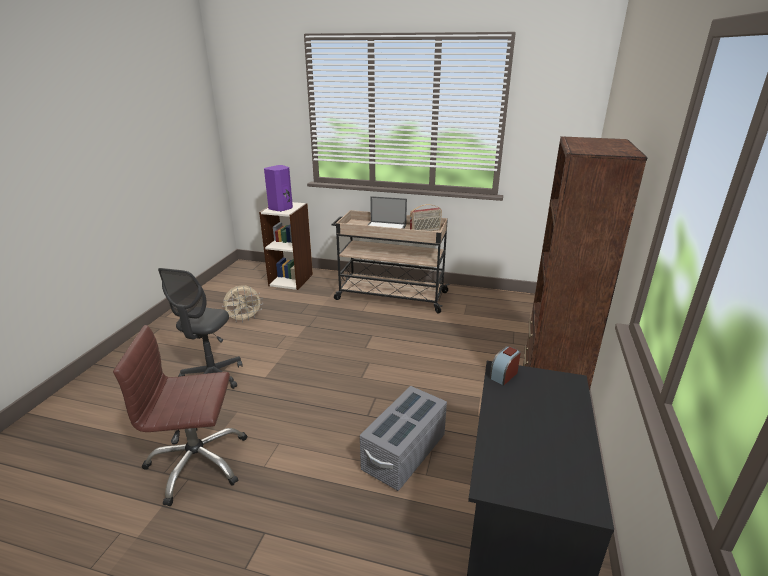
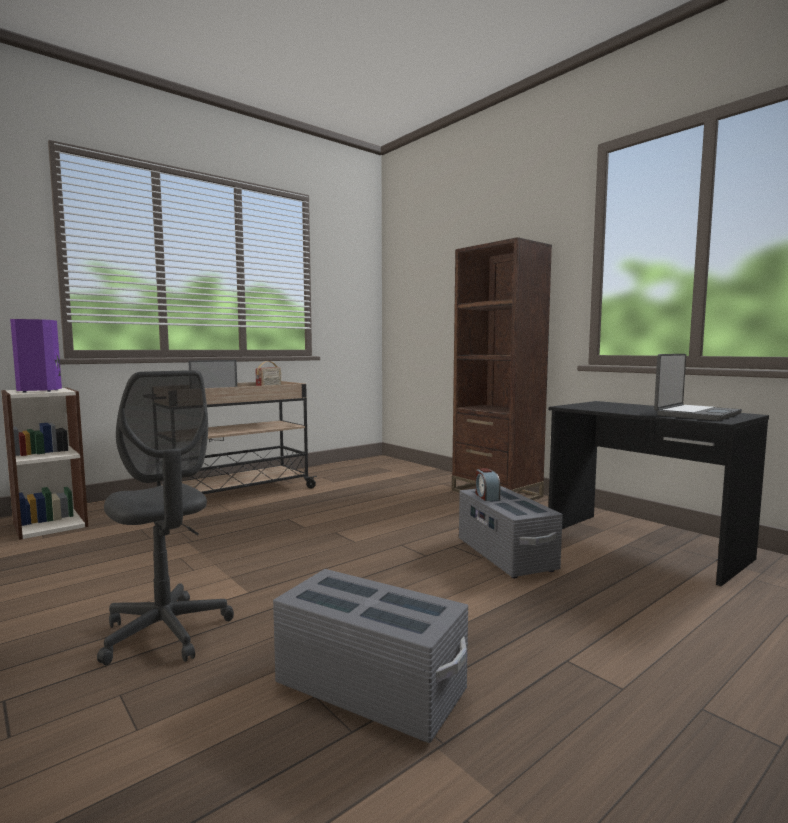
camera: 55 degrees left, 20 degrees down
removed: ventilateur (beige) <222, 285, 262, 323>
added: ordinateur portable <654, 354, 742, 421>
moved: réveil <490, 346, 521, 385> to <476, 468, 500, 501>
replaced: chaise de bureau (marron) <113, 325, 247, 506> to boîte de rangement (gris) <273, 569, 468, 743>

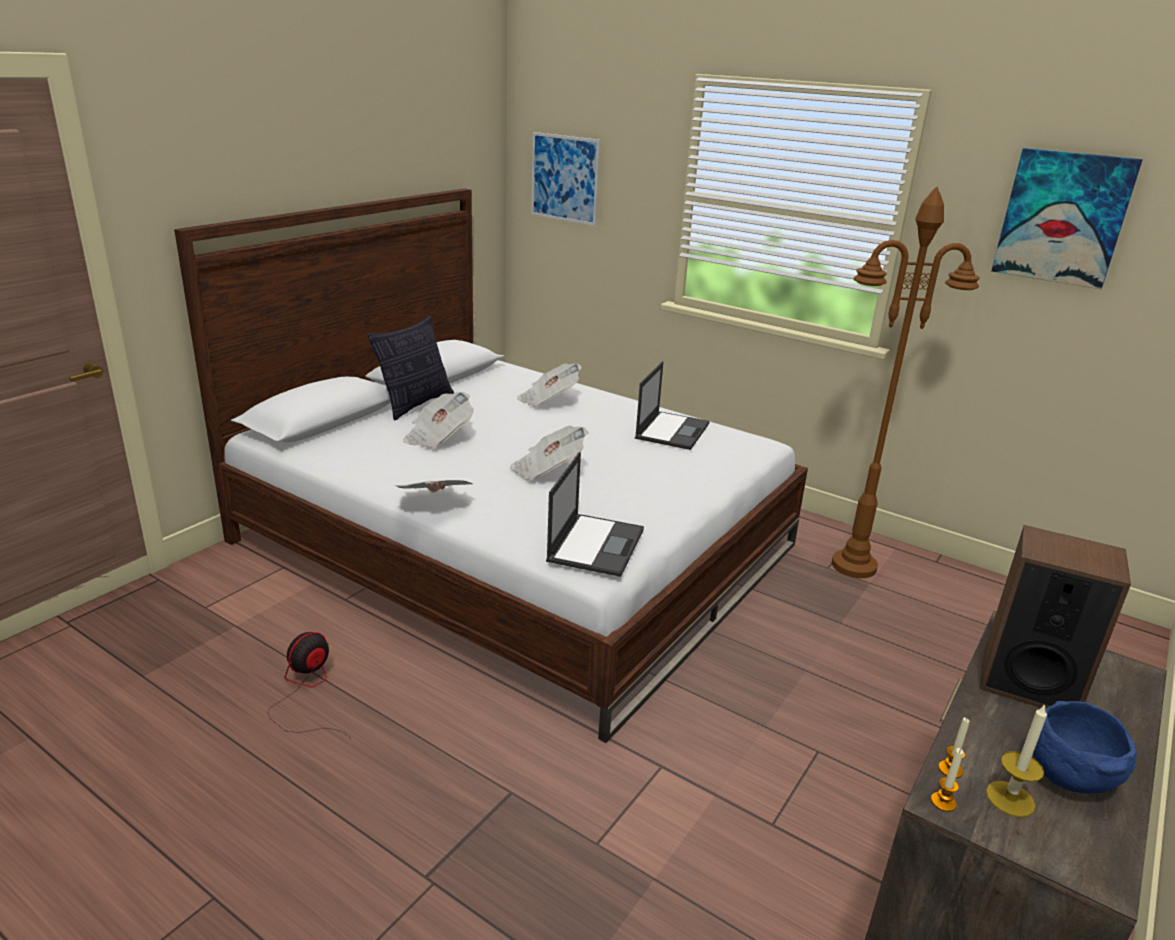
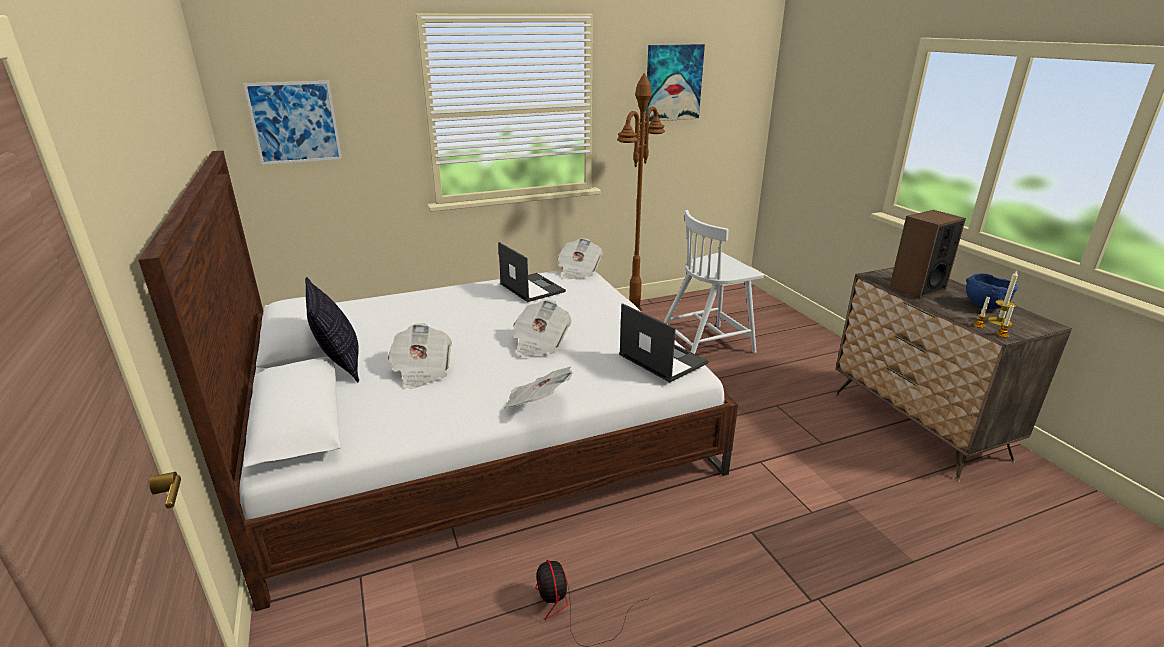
camera: 55 degrees left, 0 degrees up
added: chaise (blanc) <664, 210, 764, 354>
moved: journal <517, 363, 582, 407> to <558, 238, 603, 279>

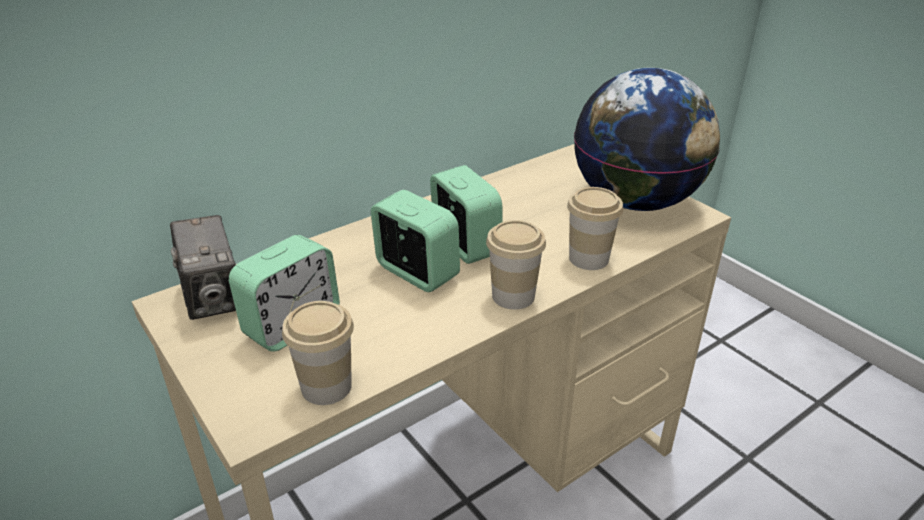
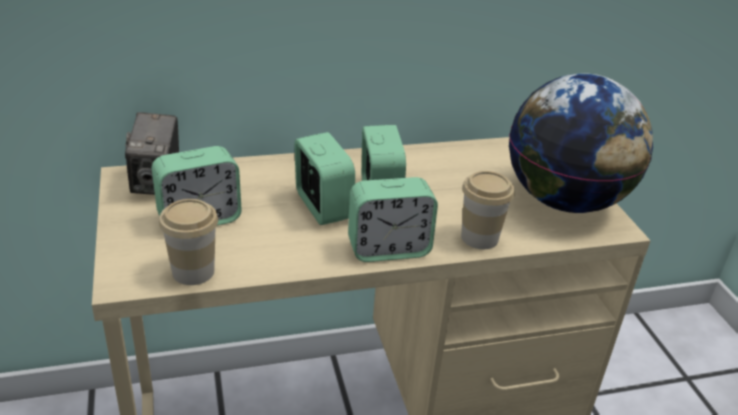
camera: 20 degrees right, 0 degrees up
replaced: tasse <486, 220, 546, 310> to réveil <348, 177, 438, 262>

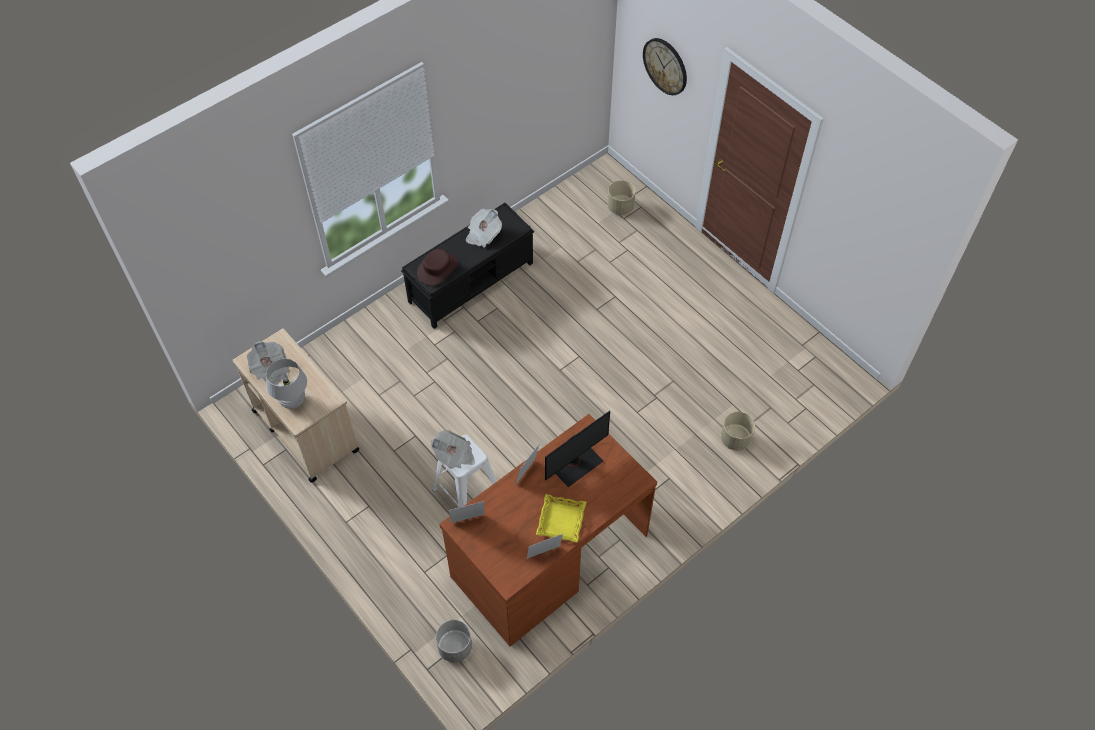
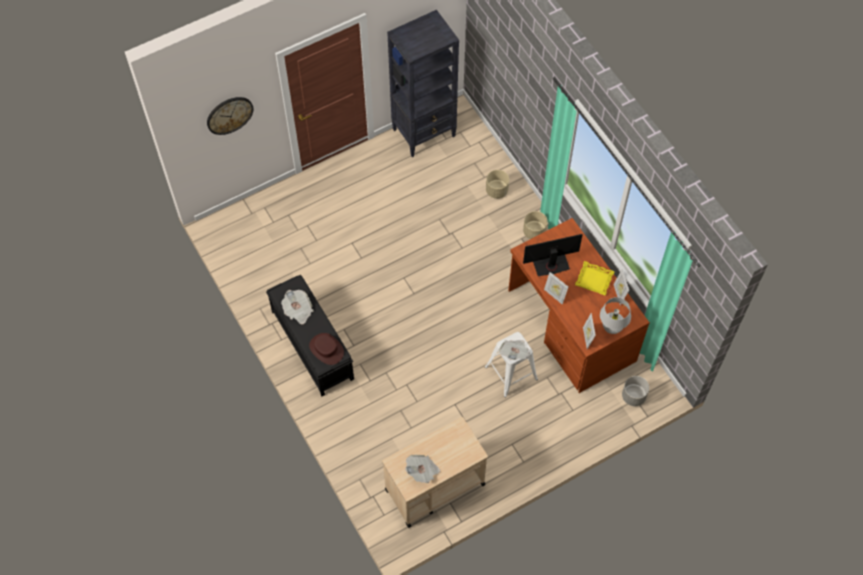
camera: 80 degrees left, 5 degrees up
added: bibliothèque (noir) <387, 10, 459, 157>
moved: lampe de table (blanc) <266, 359, 307, 409> to <600, 297, 631, 334>; cache-pot (beige) <607, 180, 636, 215> to <523, 211, 548, 239>
turned: écran d'ordinateur <545, 411, 610, 487> = <523, 234, 583, 276> 75 degrees counterclockwise

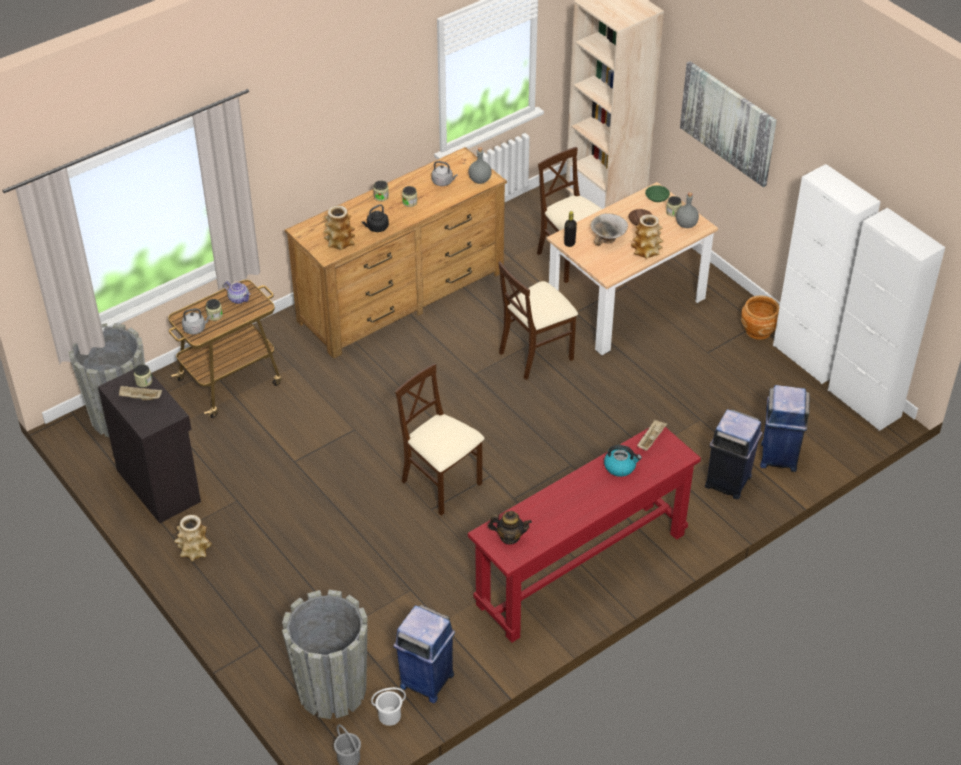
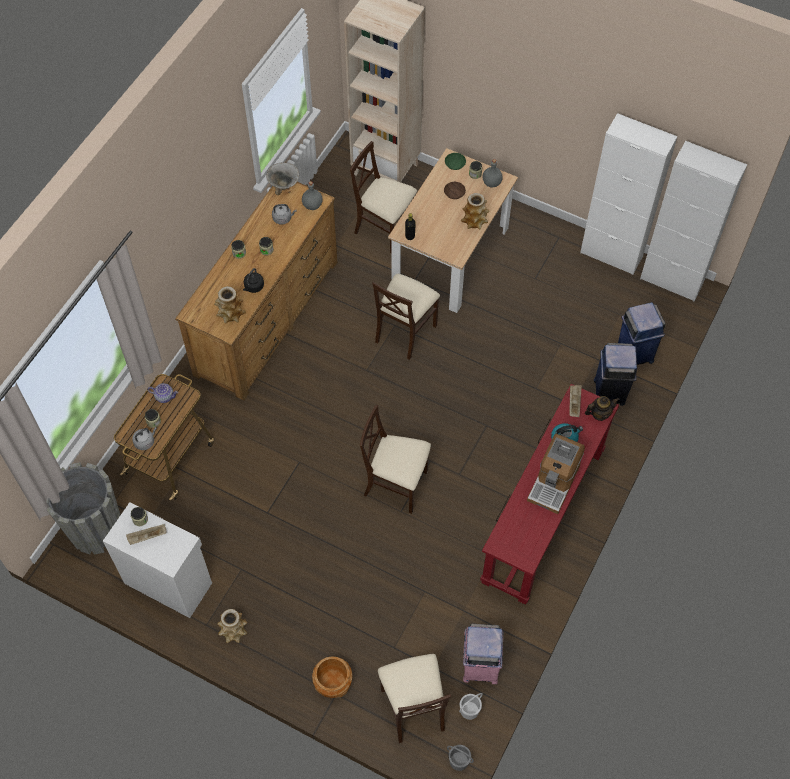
camera: 25 degrees left, 15 degrees up
removed: tableau <680, 61, 777, 187>
added: machine à café <527, 434, 585, 514>
moved: théière <488, 511, 532, 544> to <585, 396, 620, 421>; bol <590, 213, 628, 245> to <266, 162, 299, 195>; cache-pot (marron) <741, 295, 779, 340> to <312, 656, 352, 698>
replaced: cache-pot (gris) <282, 590, 367, 719> to chaise (beige) <378, 654, 451, 743>
recoloured: meuble de rangement (noir) <98, 369, 201, 523> to meuble de rangement (blanc) <103, 502, 212, 618>; poubelle (bleu) <393, 605, 455, 703> to poubelle (rose) <463, 624, 504, 684>

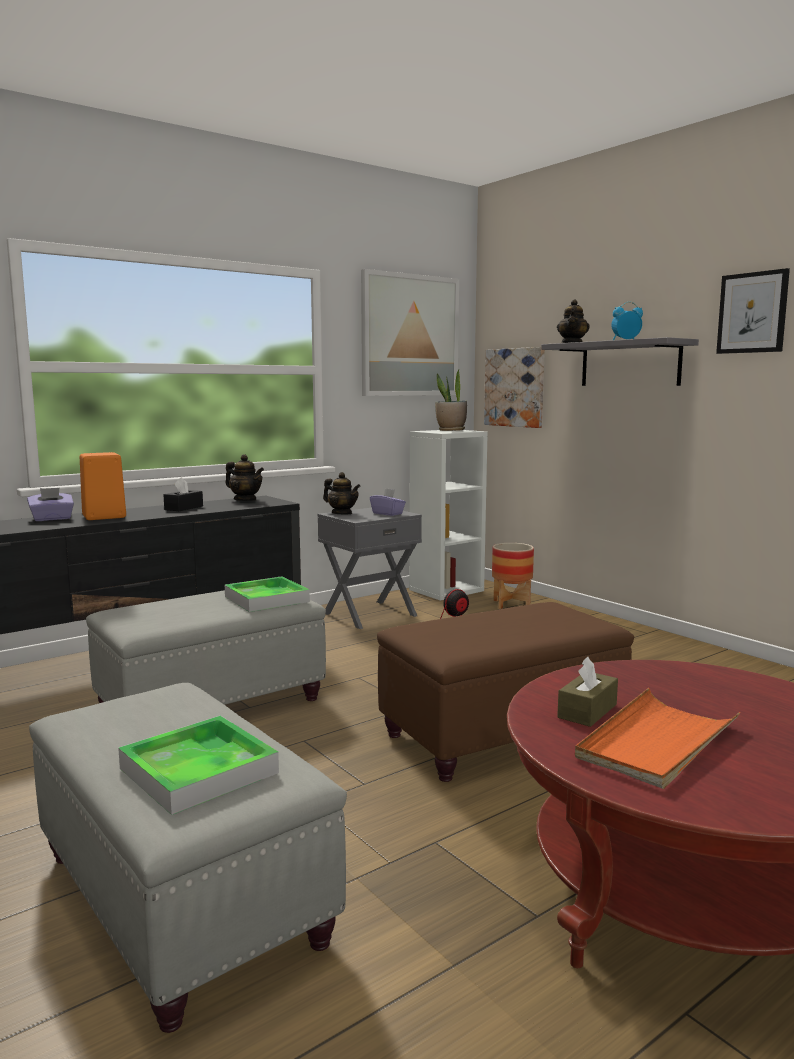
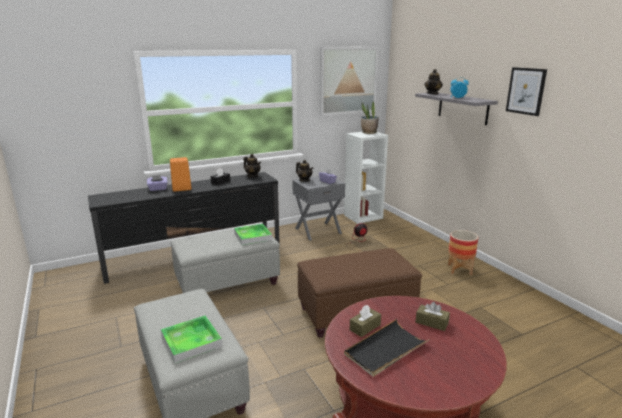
camera: 10 degrees right, 10 degrees up
removed: tableau <484, 347, 545, 428>
added: boîte à mouchoirs (marron) <416, 302, 450, 331>
moved: cache-pot <492, 543, 534, 609> to <448, 230, 478, 275>
recoloured: plateau (orange) <575, 688, 740, 789> to plateau (noir) <344, 319, 430, 377>

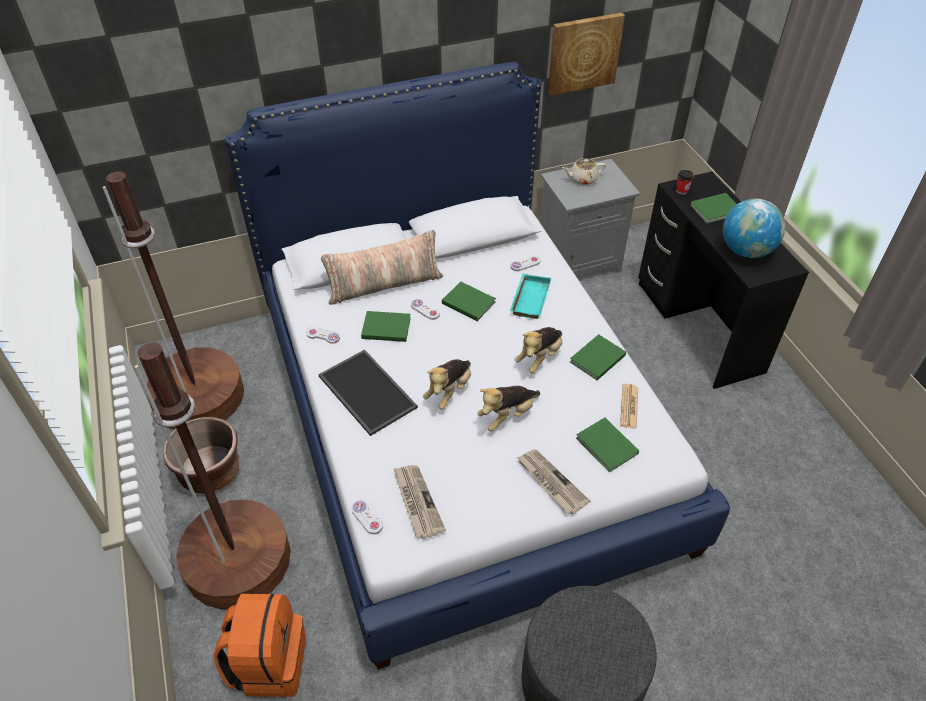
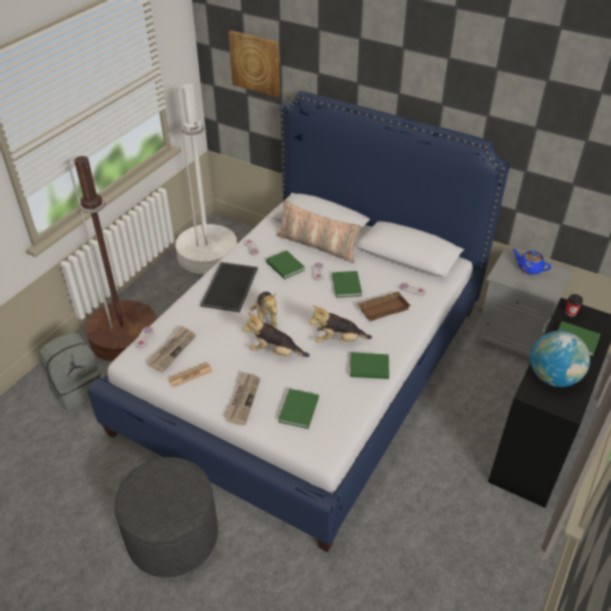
camera: 50 degrees right, 5 degrees down
removed: cache-pot (marron) <163, 417, 239, 494>
moved: tableau <548, 12, 625, 96> to <228, 30, 280, 97>; journal <620, 384, 638, 429> to <168, 362, 212, 387>
recoloured: lampadaire (marron) <102, 171, 244, 430> to lampadaire (blanc) <176, 84, 237, 274>; sac à dos (orange) <214, 594, 306, 697> to sac à dos (gris) <39, 333, 101, 410>; plateau (turquoise) <510, 274, 551, 319> to plateau (marron) <358, 292, 411, 321>; théière (beige) <562, 158, 606, 185> to théière (bleu) <513, 249, 551, 275>
turned: peluche <423, 359, 471, 410> = <250, 292, 277, 327> 90 degrees counterclockwise

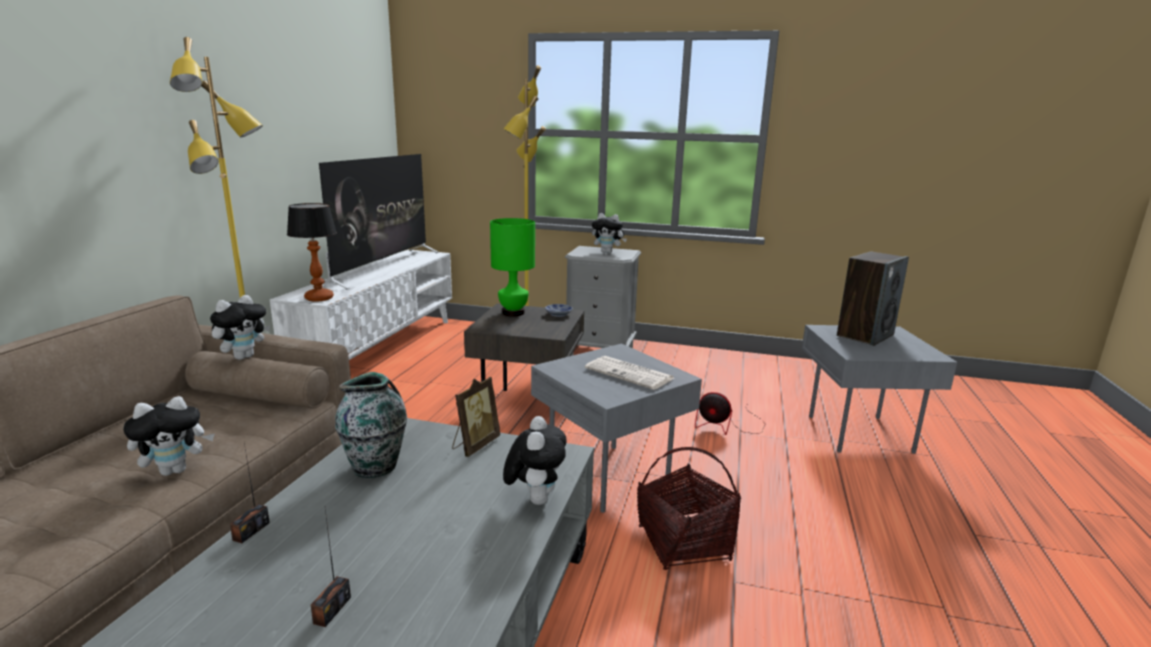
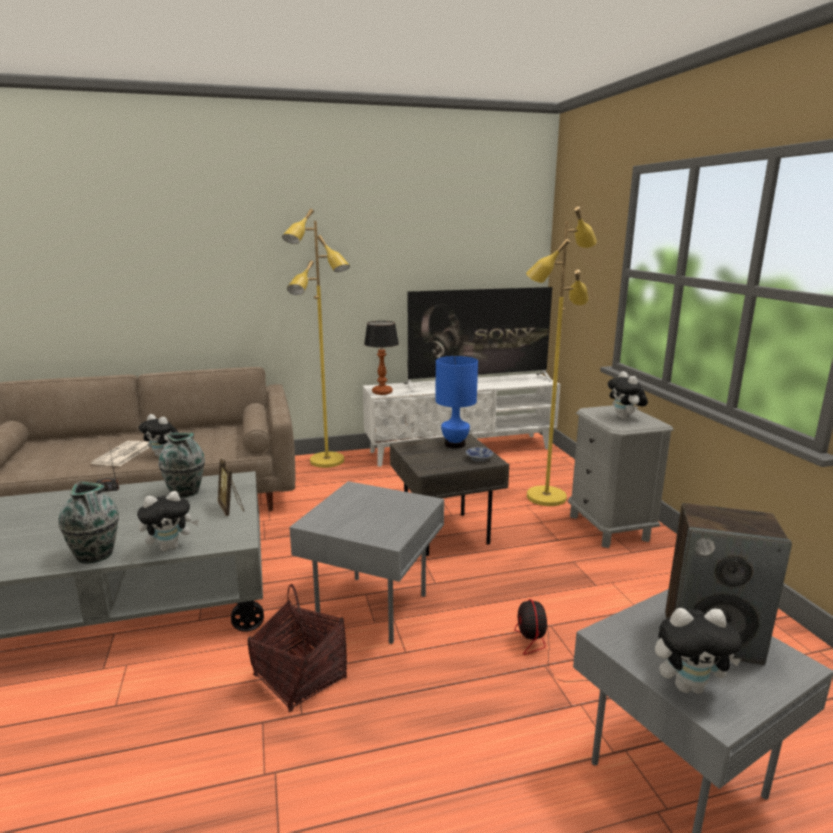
camera: 60 degrees right, 0 degrees up
removed: radio <311, 509, 351, 627>
added: vase <58, 481, 119, 564>
moved: peluche <210, 295, 270, 360> to <655, 608, 742, 694>; journal <585, 356, 674, 390> to <91, 441, 149, 466>
recoloured: lampe de table (vert) <490, 218, 535, 316> to lampe de table (bleu) <436, 356, 478, 448>
turned: cadre photo <452, 377, 500, 457> = <218, 459, 244, 516> 60 degrees clockwise

